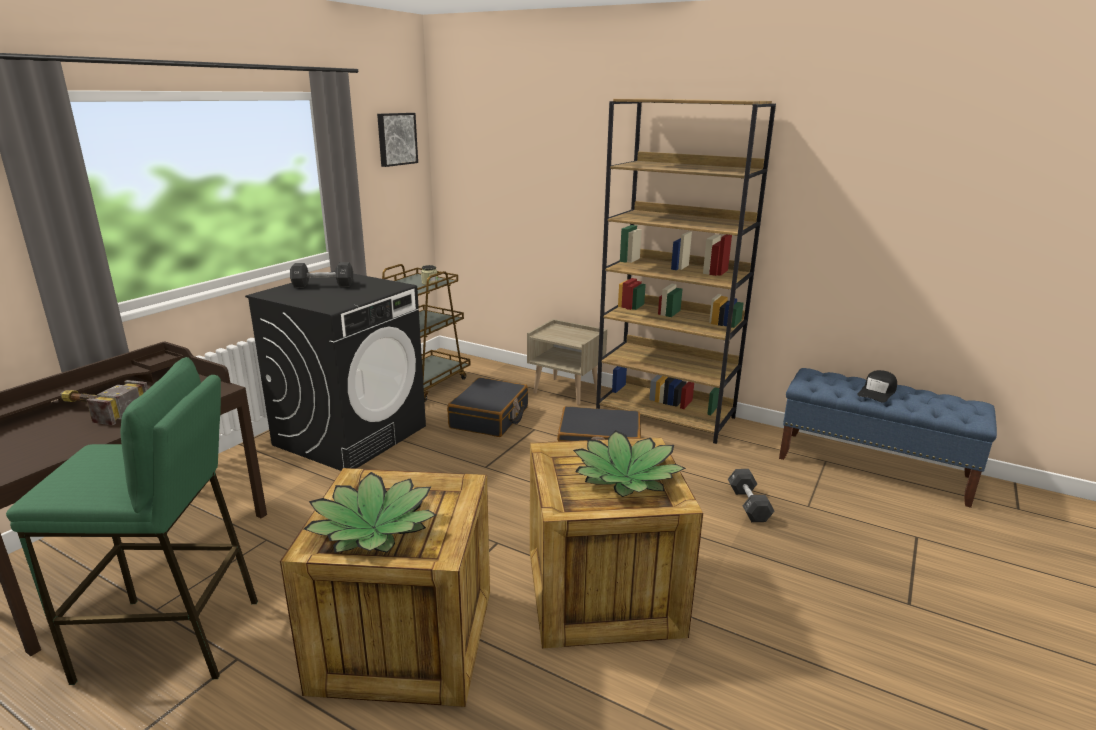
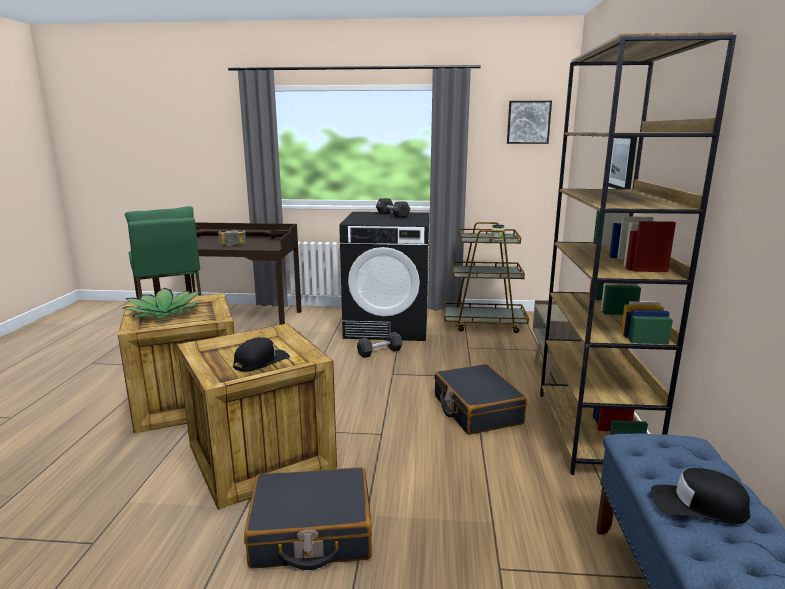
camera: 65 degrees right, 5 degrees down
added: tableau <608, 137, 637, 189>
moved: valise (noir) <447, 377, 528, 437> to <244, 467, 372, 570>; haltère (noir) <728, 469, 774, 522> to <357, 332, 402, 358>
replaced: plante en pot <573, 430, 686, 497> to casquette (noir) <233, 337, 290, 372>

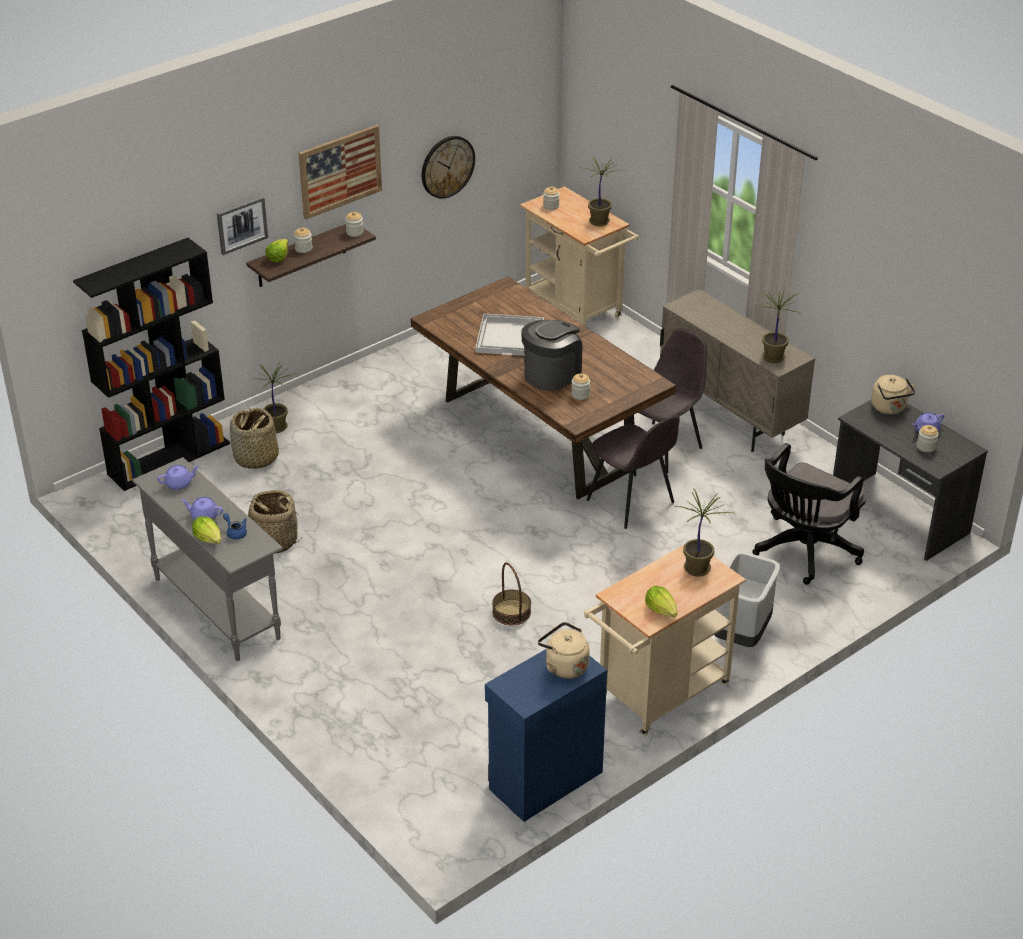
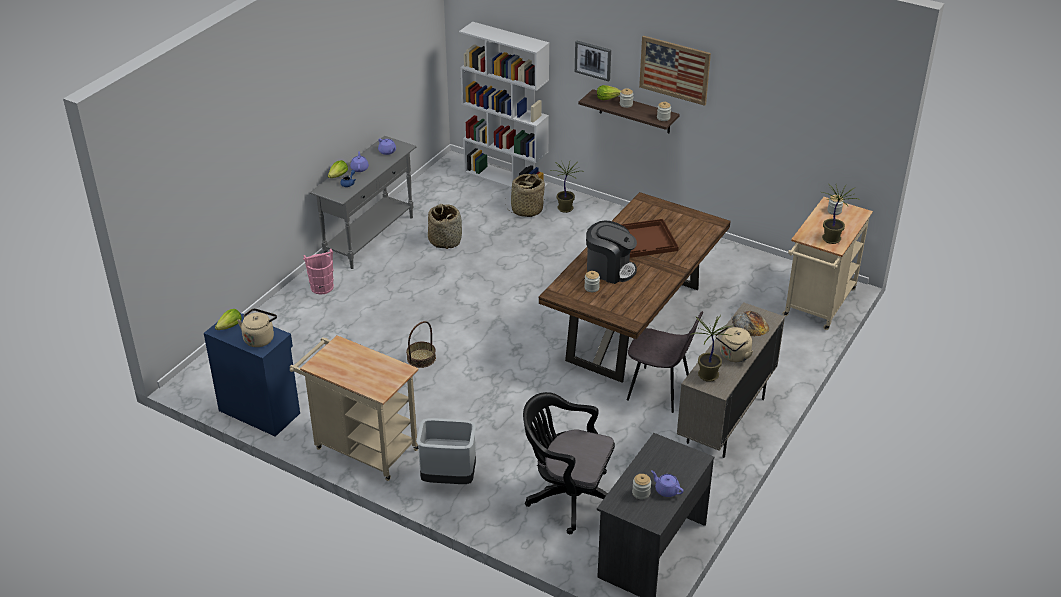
camera: 70 degrees right, 0 degrees up
removed: horloge murale <422, 136, 475, 199>; chaise (gris) <587, 415, 680, 529>; plante en pot <675, 489, 733, 577>
added: seau (rose) <303, 249, 334, 295>; pain <732, 311, 769, 337>
moved: laitue <645, 586, 678, 617> to <215, 309, 242, 330>; bouilloire (beige) <871, 375, 915, 414> to <715, 327, 753, 362>
recoloured: bibliothèque (noir) <73, 238, 230, 491> to bibliothèque (blanc) <459, 22, 549, 188>; plateau (blanc) <475, 314, 544, 356> to plateau (marron) <621, 219, 679, 258>

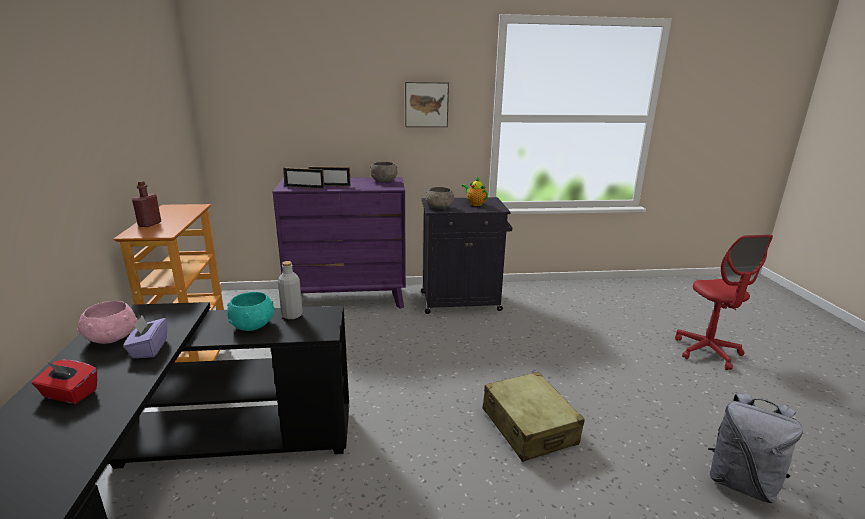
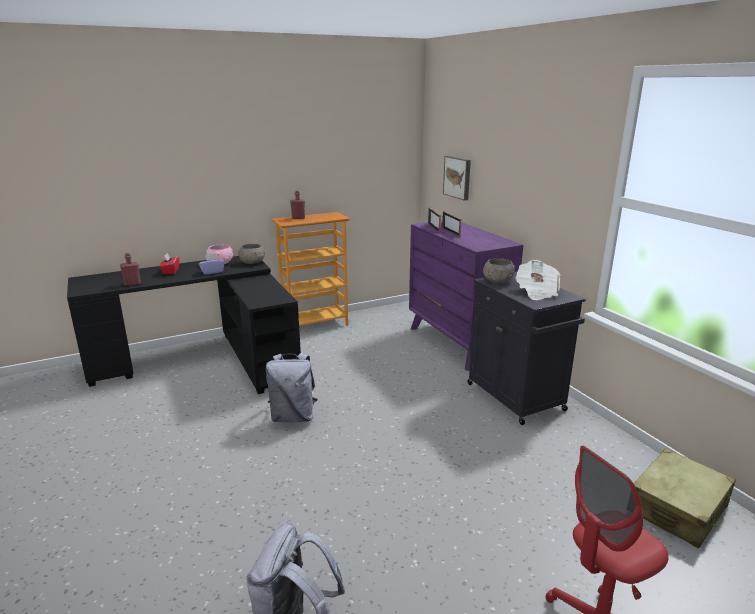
camera: 70 degrees right, 0 degrees up
removed: bol (turquoise) <227, 292, 274, 331>; bouteille (gris) <278, 261, 303, 319>
added: bouteille (rouge) <120, 253, 141, 286>; sac à dos (gris) <265, 353, 318, 422>
moved: bol (gris) <370, 162, 397, 183> to <238, 244, 265, 264>; tableau <405, 82, 449, 127> to <443, 156, 471, 200>; valise (beige) <483, 372, 585, 462> to <634, 448, 736, 548>
replaced: théière <462, 177, 488, 206> to journal <515, 260, 560, 300>

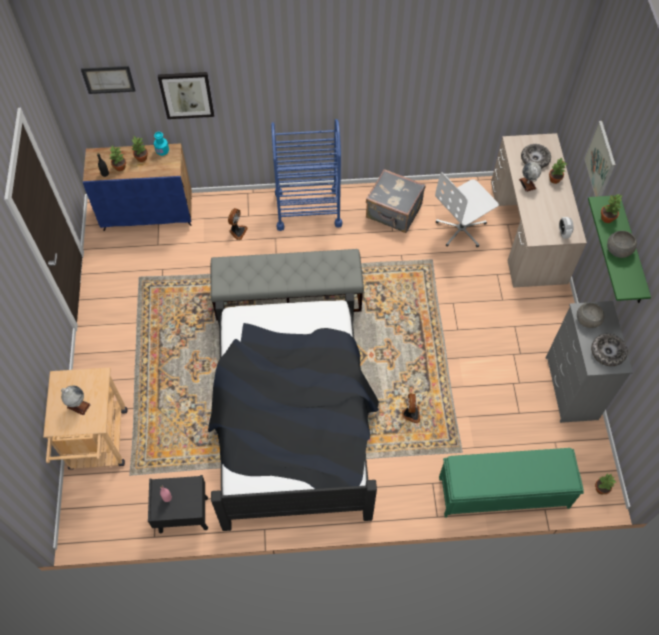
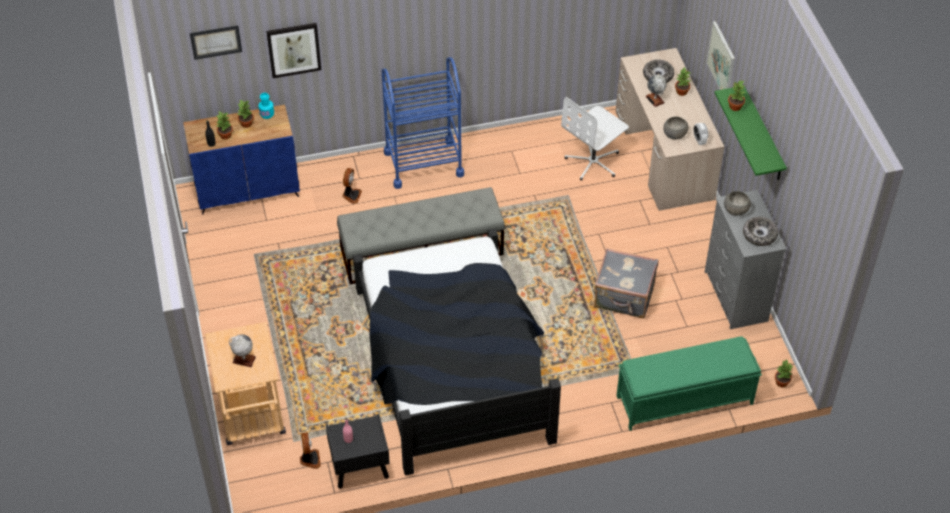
camera: 10 degrees left, 10 degrees down
moved: valise (gris) <366, 169, 425, 233> to <594, 248, 658, 319>; ventilateur <402, 393, 420, 423> to <300, 432, 321, 469>; bol (gris) <607, 231, 637, 258> to <663, 117, 688, 140>

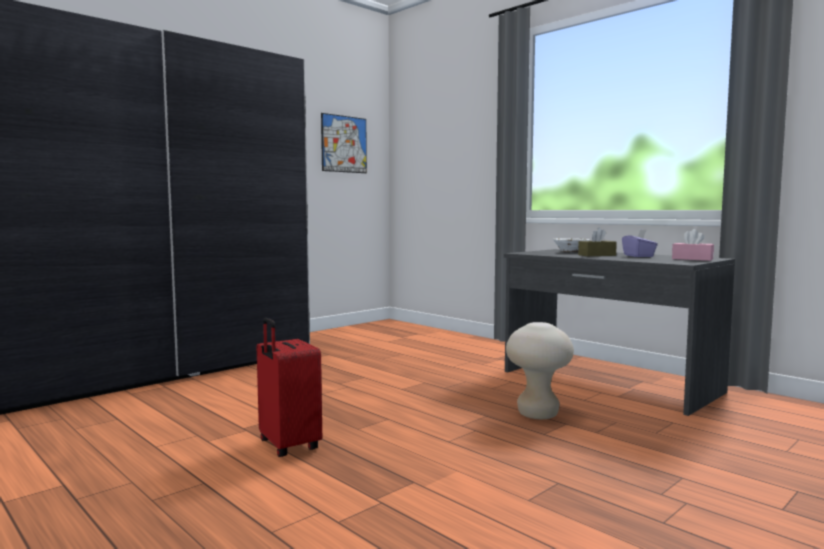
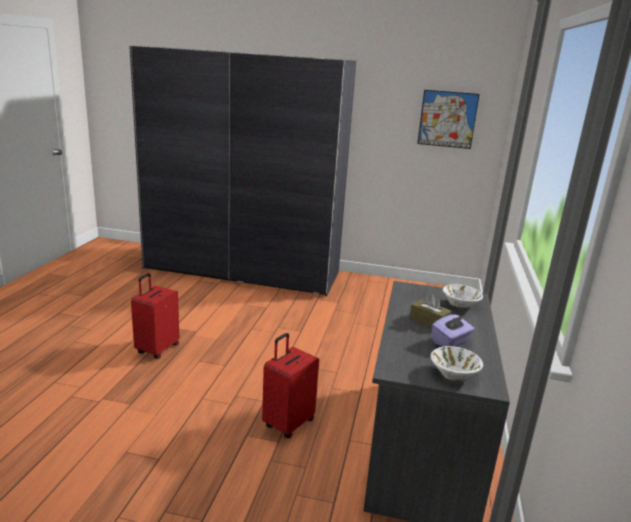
camera: 55 degrees right, 15 degrees up
replaced: tabouret (beige) <506, 322, 574, 419> to valise (rouge) <262, 333, 319, 438>; boîte à mouchoirs (rose) <672, 229, 714, 261> to bol (blanc) <430, 346, 483, 382>

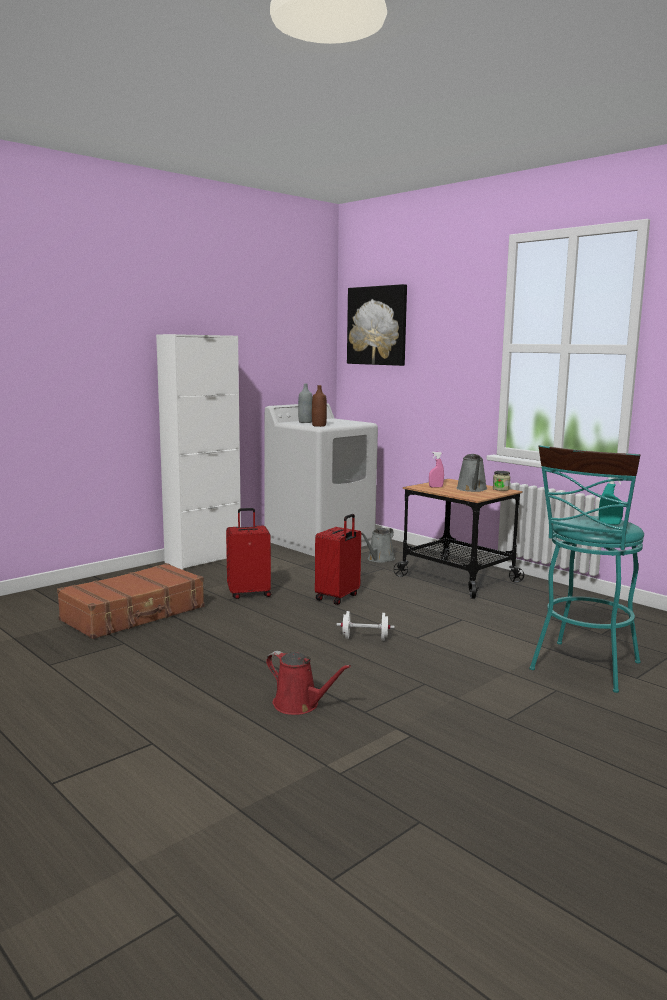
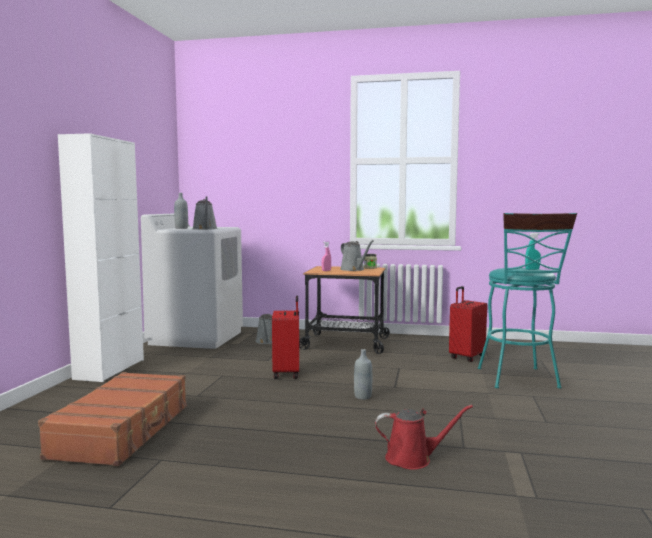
camera: 35 degrees left, 5 degrees down
removed: tableau <347, 284, 407, 366>
moved: valise (rouge) <226, 508, 271, 599> to <449, 286, 487, 362>
replaced: bouteille (marron) <312, 385, 327, 427> to arrosoir (gris) <192, 196, 218, 230>; haltère (blanc) <337, 611, 395, 641> to bouteille (gris) <354, 349, 372, 400>

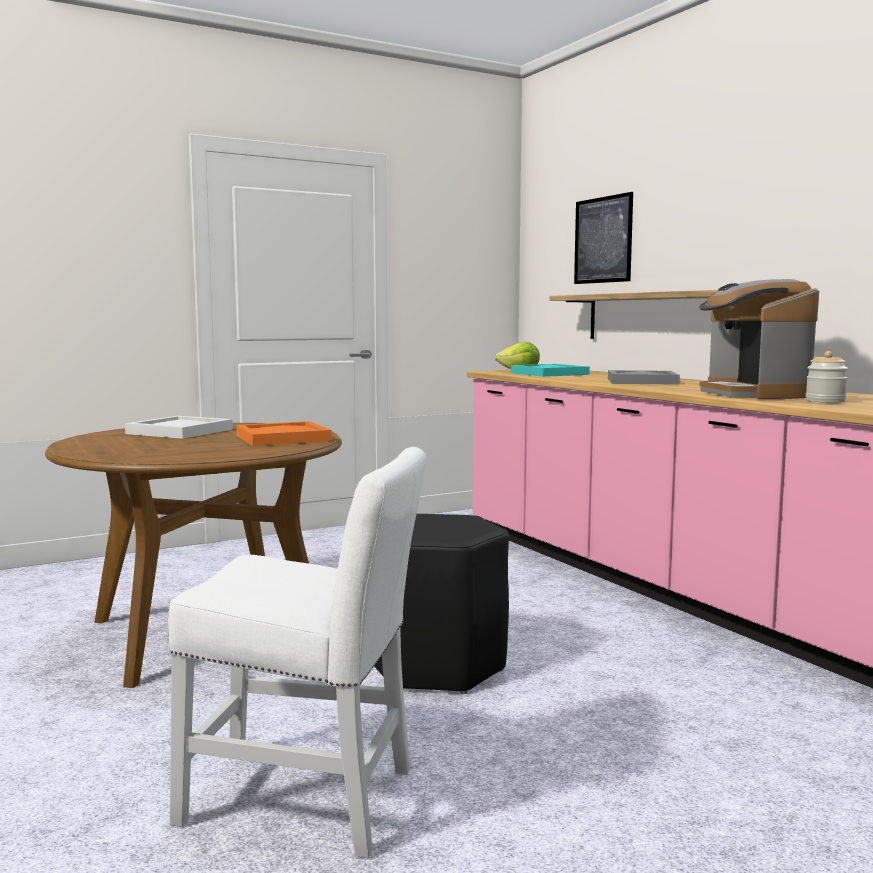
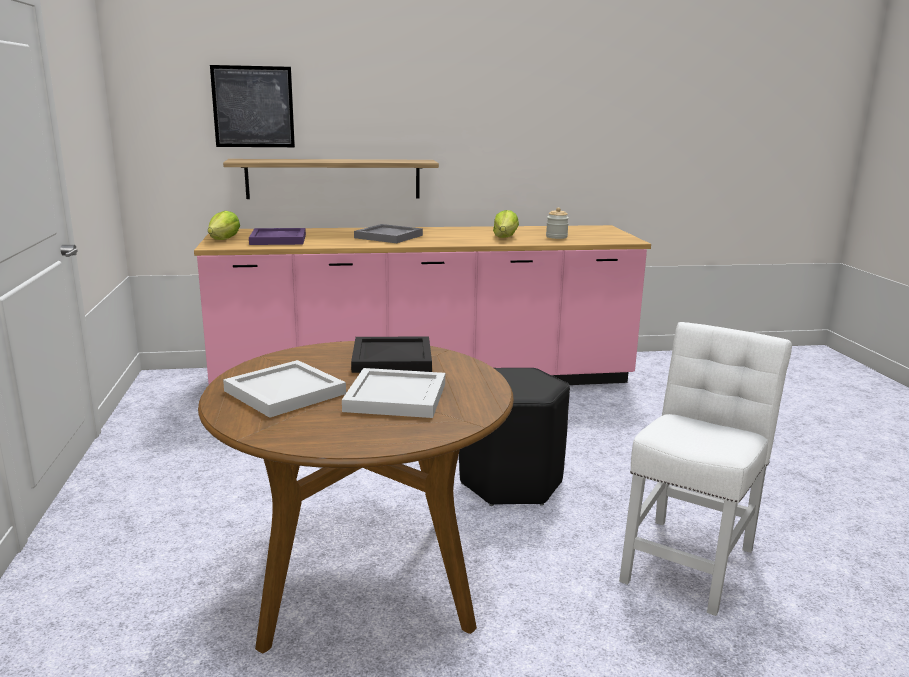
camera: 70 degrees left, 10 degrees up
added: plateau (blanc) <342, 368, 445, 418>
replaced: machine à café <699, 279, 819, 399> to laitue <493, 210, 519, 238>
recoloured: plateau (orange) <236, 421, 332, 446> to plateau (noir) <351, 336, 432, 373>; plateau (turquoise) <511, 364, 590, 377> to plateau (violet) <249, 228, 306, 245>

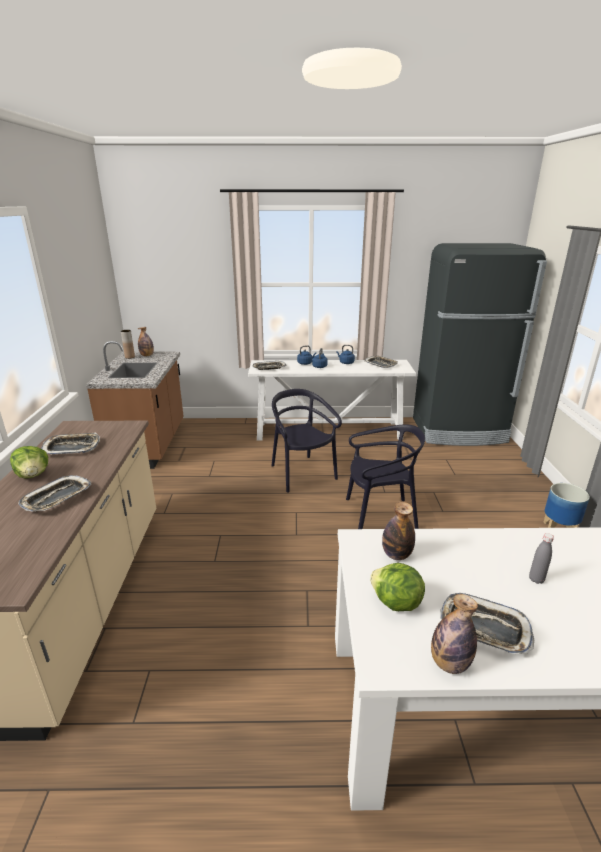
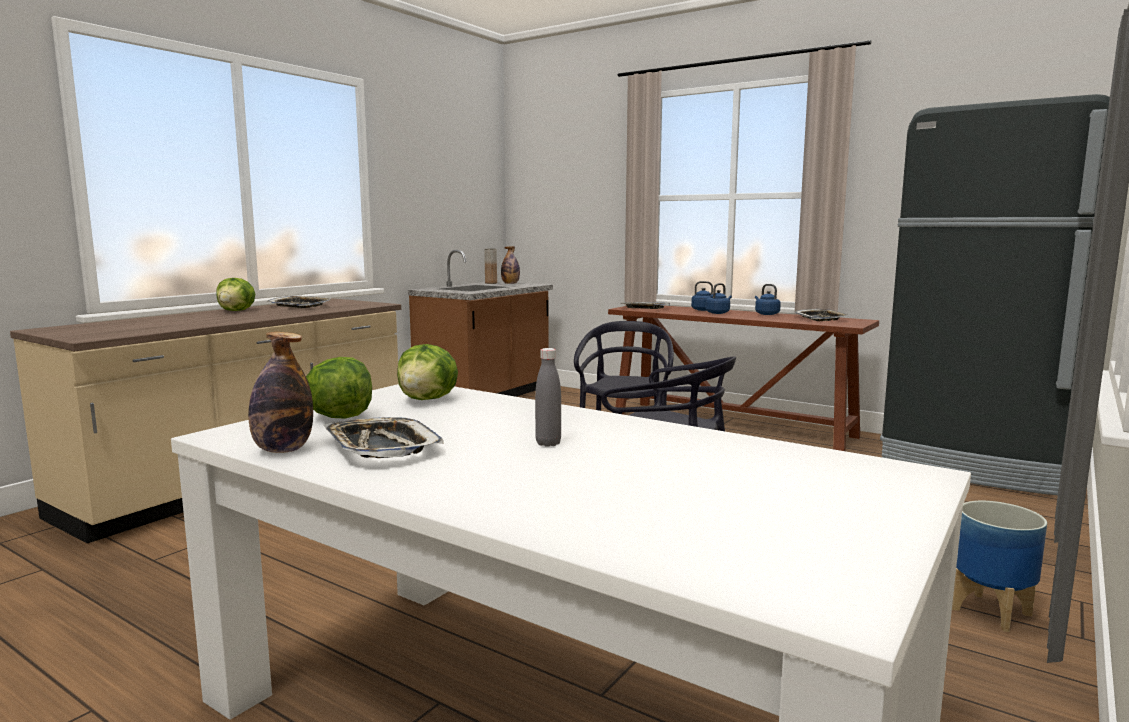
camera: 35 degrees right, 15 degrees down
removed: plateau <18, 475, 91, 512>
replaced: bouteille <382, 502, 415, 560> to laitue <397, 344, 458, 400>
recoloured: table console (blanc) <248, 360, 416, 441> to table console (marron) <608, 306, 879, 451>

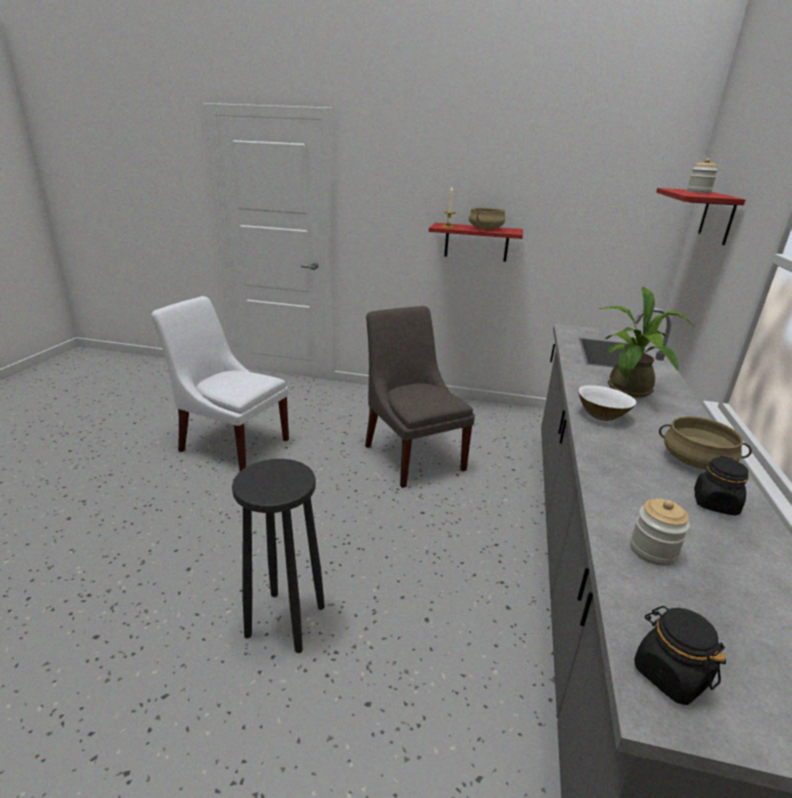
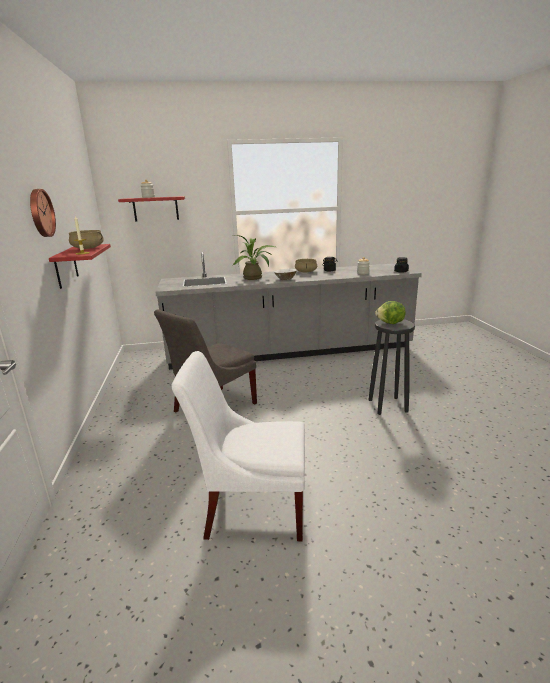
camera: 110 degrees left, 5 degrees down
added: horloge murale <30, 189, 56, 237>; laitue <375, 301, 406, 324>
turned: chaise (blanc) <151, 296, 289, 471> = <171, 351, 305, 541> 90 degrees clockwise

